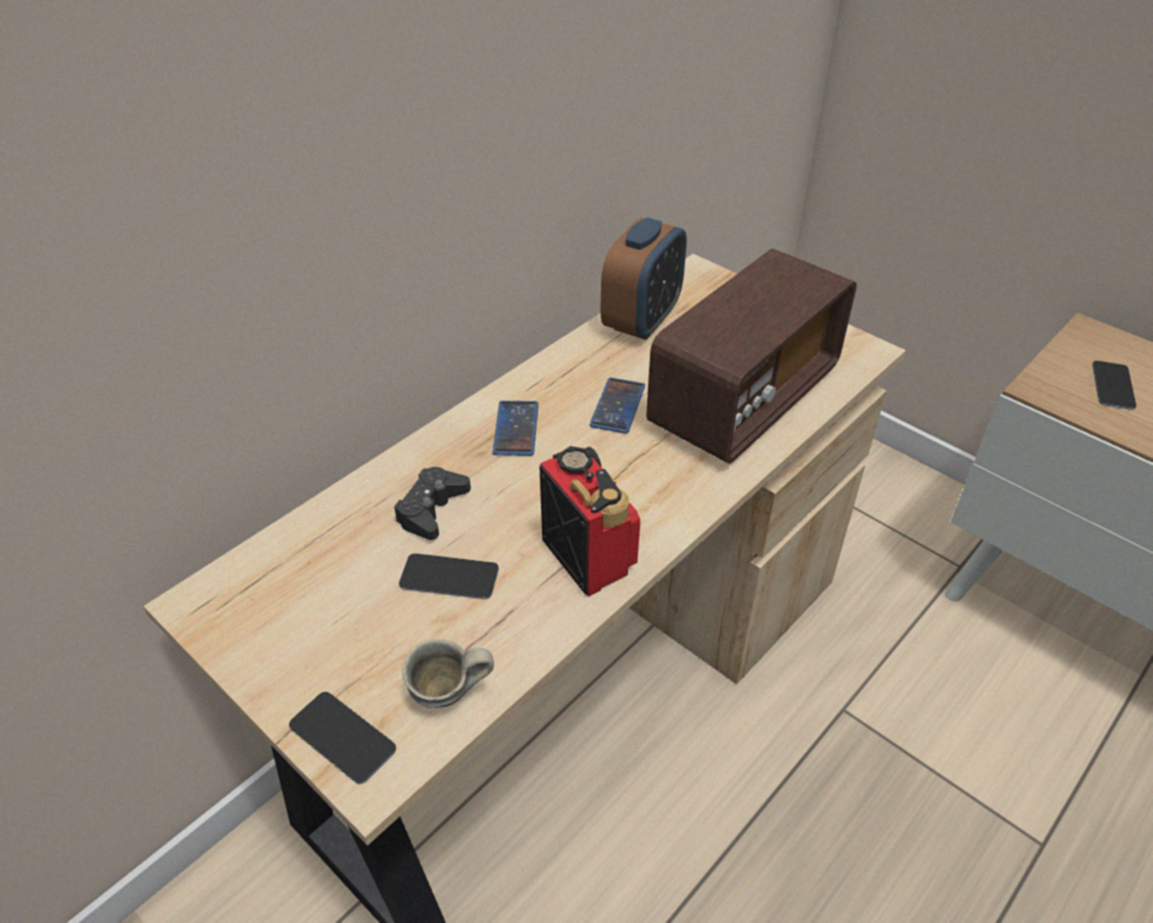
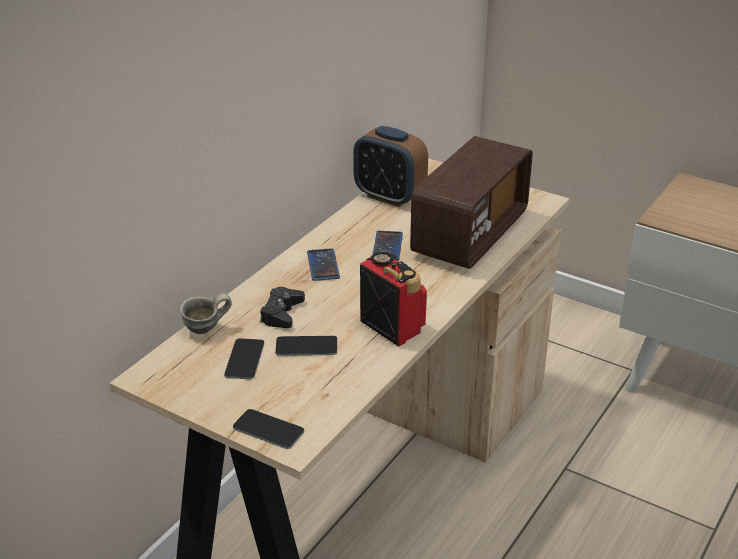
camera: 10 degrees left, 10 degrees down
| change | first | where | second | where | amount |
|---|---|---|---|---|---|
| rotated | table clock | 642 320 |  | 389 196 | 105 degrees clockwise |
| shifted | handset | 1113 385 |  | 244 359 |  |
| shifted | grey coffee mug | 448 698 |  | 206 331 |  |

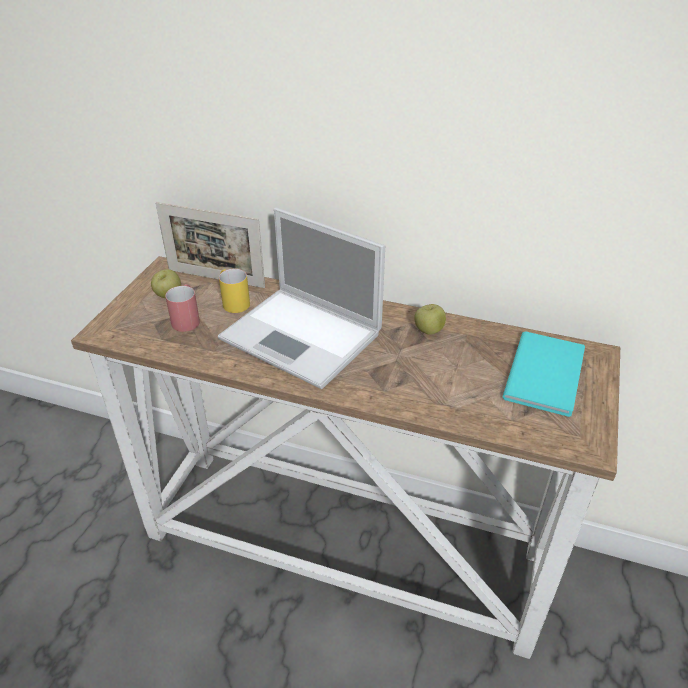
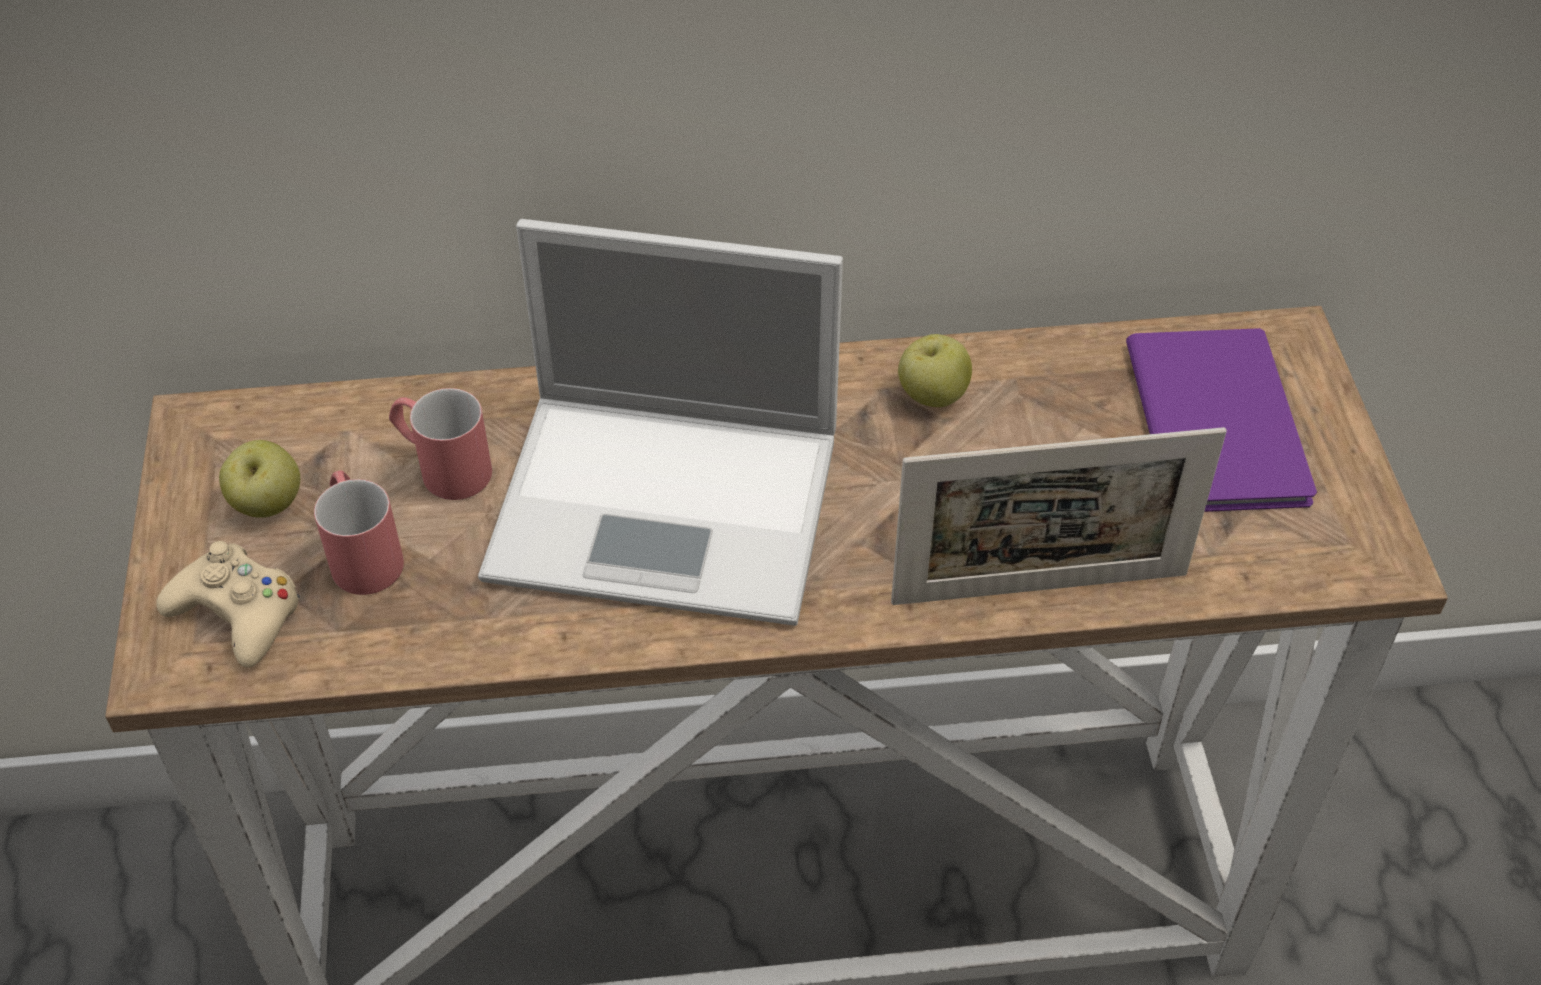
camera: 25 degrees left, 10 degrees up
| change | first | where | second | where | amount |
|---|---|---|---|---|---|
| shifted | picture frame | 216 278 |  | 1039 588 |  |
| repainted | yellow coffee mug | 233 301 | red coffee mug | 442 466 |  |
| repainted | turquoise book | 548 373 | purple-coloured book | 1221 418 |  |
| new |  |  | beige gamepad | 238 613 |  |

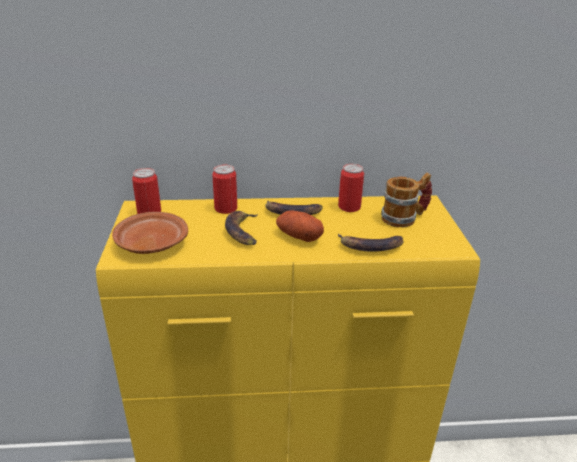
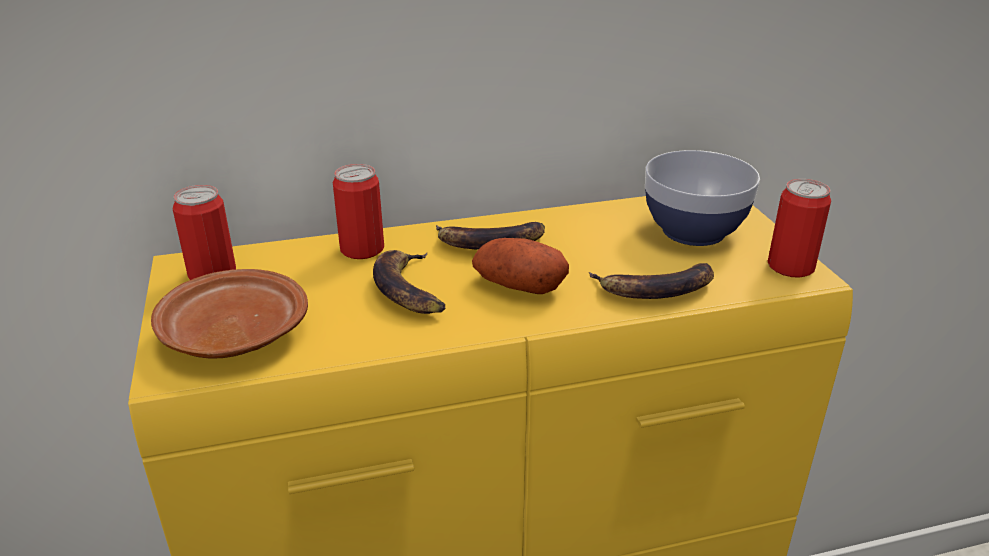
camera: 10 degrees left, 0 degrees up
| change | first | where | second | where | amount |
|---|---|---|---|---|---|
| shifted | can | 349 207 |  | 790 267 |  |
| swapped | coffee mug | 404 218 | serving bowl | 693 231 |  |

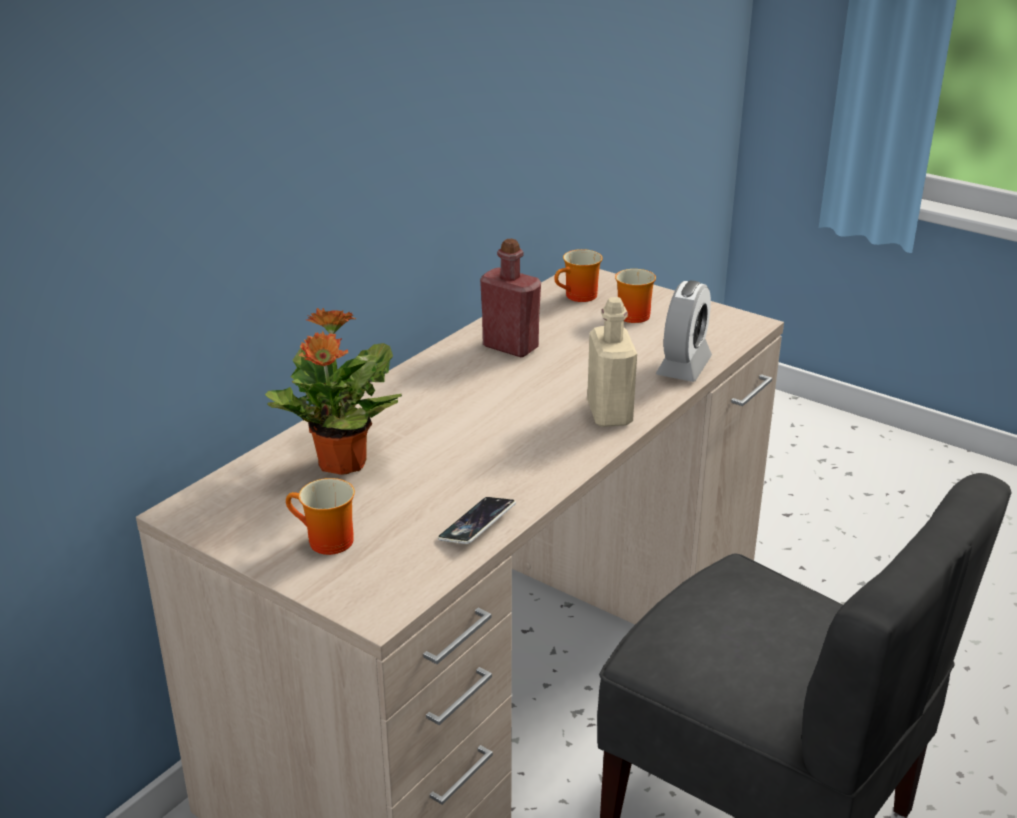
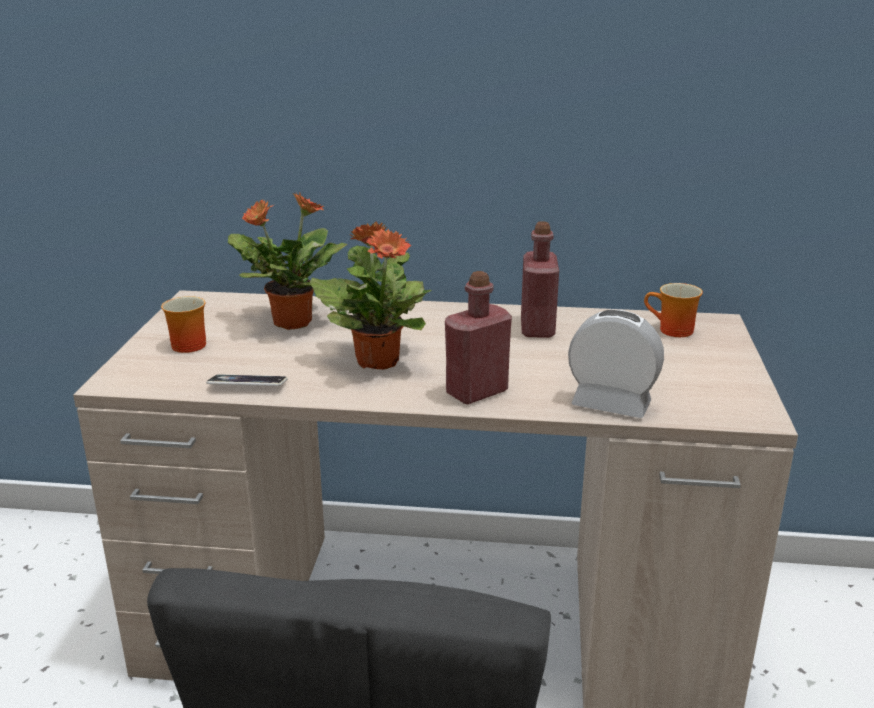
camera: 60 degrees right, 5 degrees down
| change | first | where | second | where | amount |
|---|---|---|---|---|---|
| gone | coffee mug | 629 314 |  |  |  |
| rotated | table clock | 684 366 |  | 611 404 | 150 degrees counterclockwise |
| repainted | beige bottle | 609 413 | red bottle | 476 392 |  |
| new |  |  | houseplant | 377 361 |  |

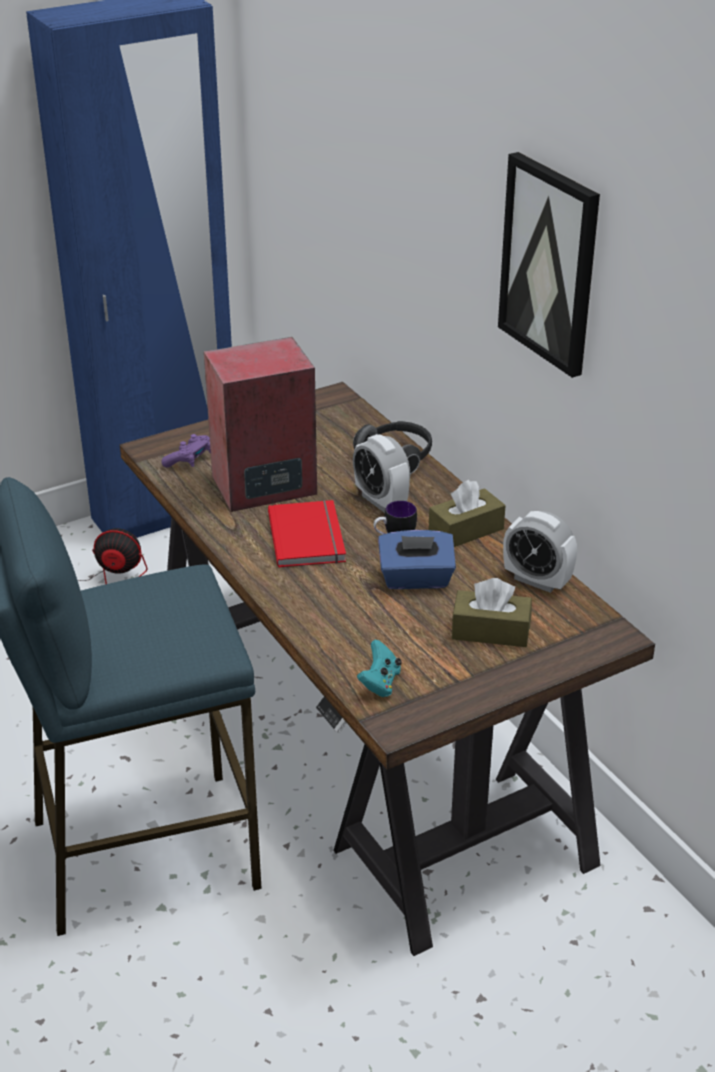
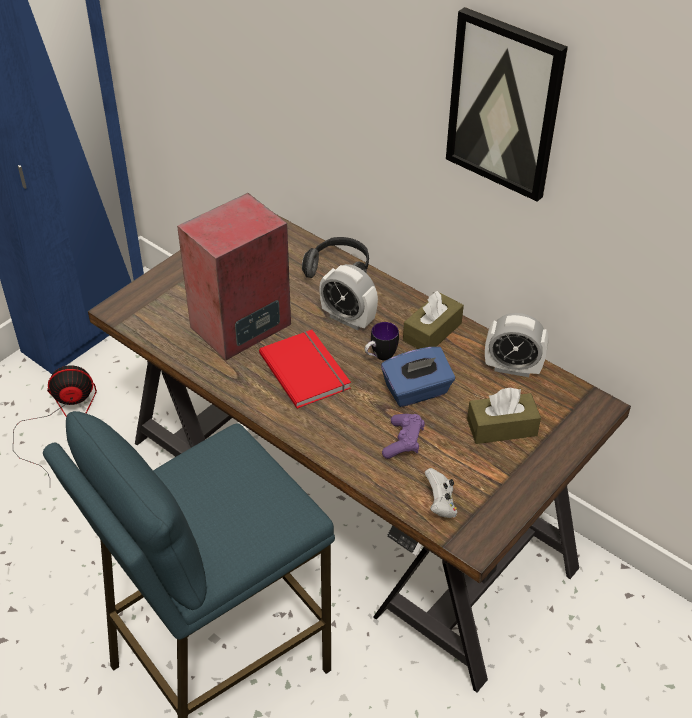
camera: 20 degrees left, 10 degrees up
| change | first | where | second | where | amount |
|---|---|---|---|---|---|
| shifted | purple-coloured gamepad | 190 460 |  | 403 442 |  |
| repainted | turquoise gamepad | 380 683 | whitish gamepad | 440 504 |  |

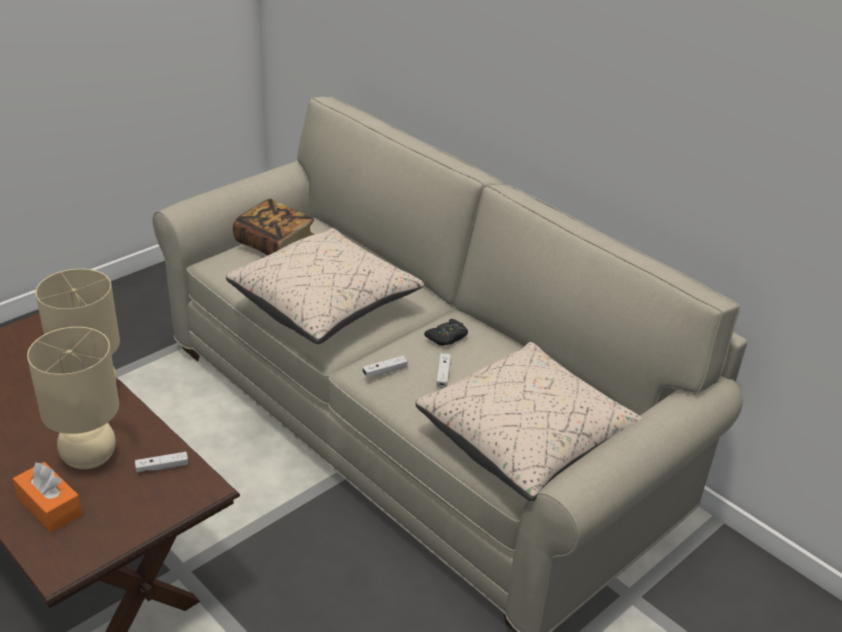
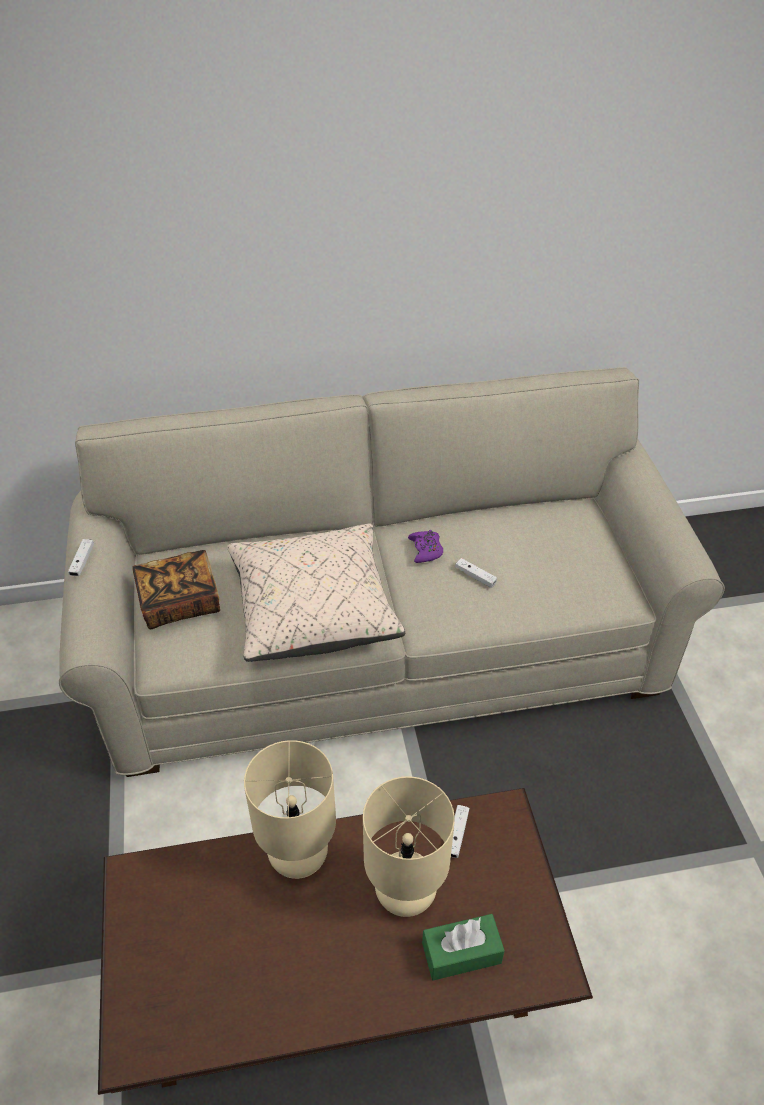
camera: 55 degrees left, 10 degrees up
| change | first | where | second | where | amount |
|---|---|---|---|---|---|
| repainted | blackish gamepad | 447 337 | purple-coloured gamepad | 425 550 |  |
| gone | beige pillow | 527 440 |  |  |  |
| shifted | whitish gamepad | 385 371 |  | 82 562 |  |
| repainted | orange-coloured tissue box | 50 506 | green-coloured tissue box | 461 953 |  |

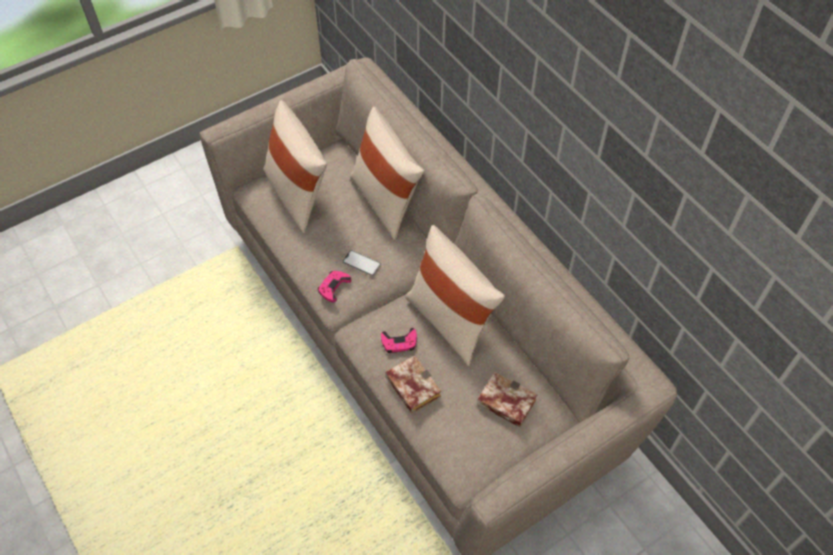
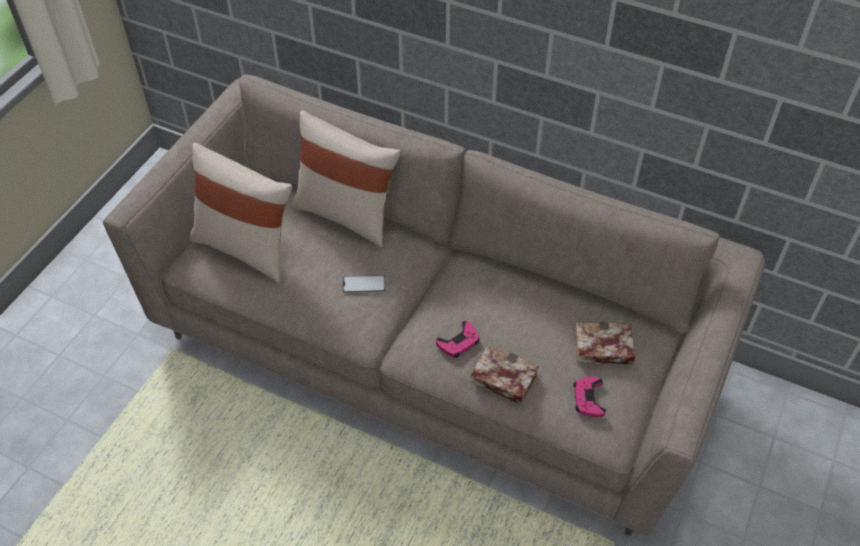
camera: 30 degrees left, 5 degrees down
| change | first | where | second | where | amount |
|---|---|---|---|---|---|
| gone | beige pillow | 450 321 |  |  |  |
| shifted | pink-coloured gamepad | 334 287 |  | 588 399 |  |

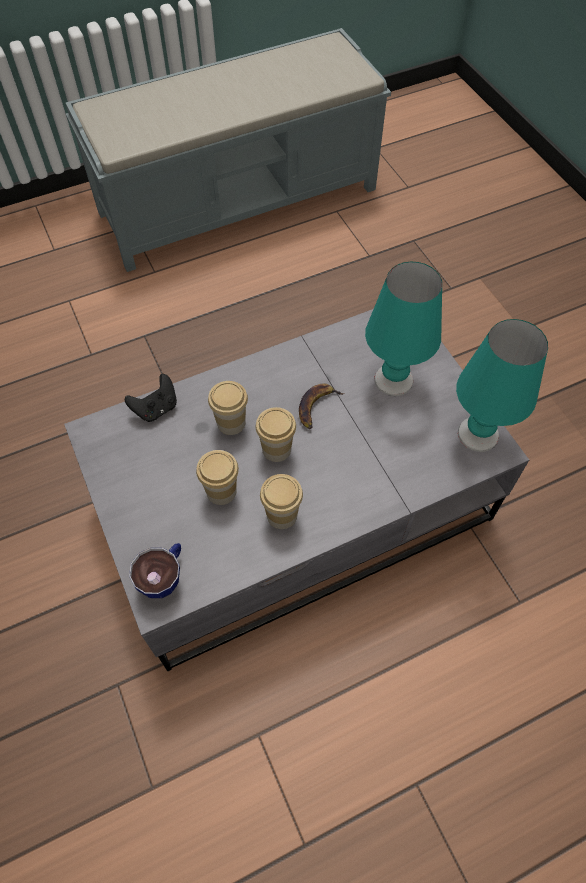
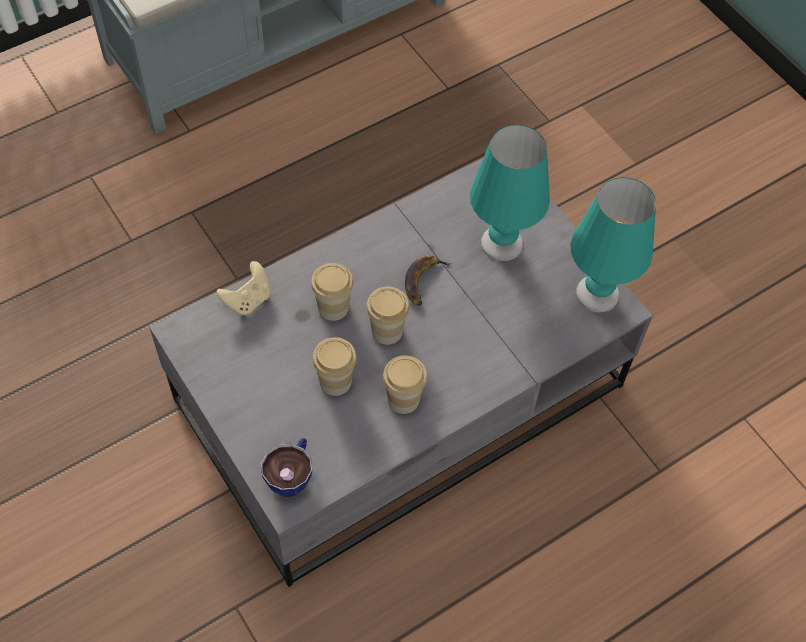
camera: 10 degrees left, 0 degrees up
| change | first | where | second | where | amount |
|---|---|---|---|---|---|
| repainted | blackish gamepad | 156 408 | beige gamepad | 248 300 |  |

